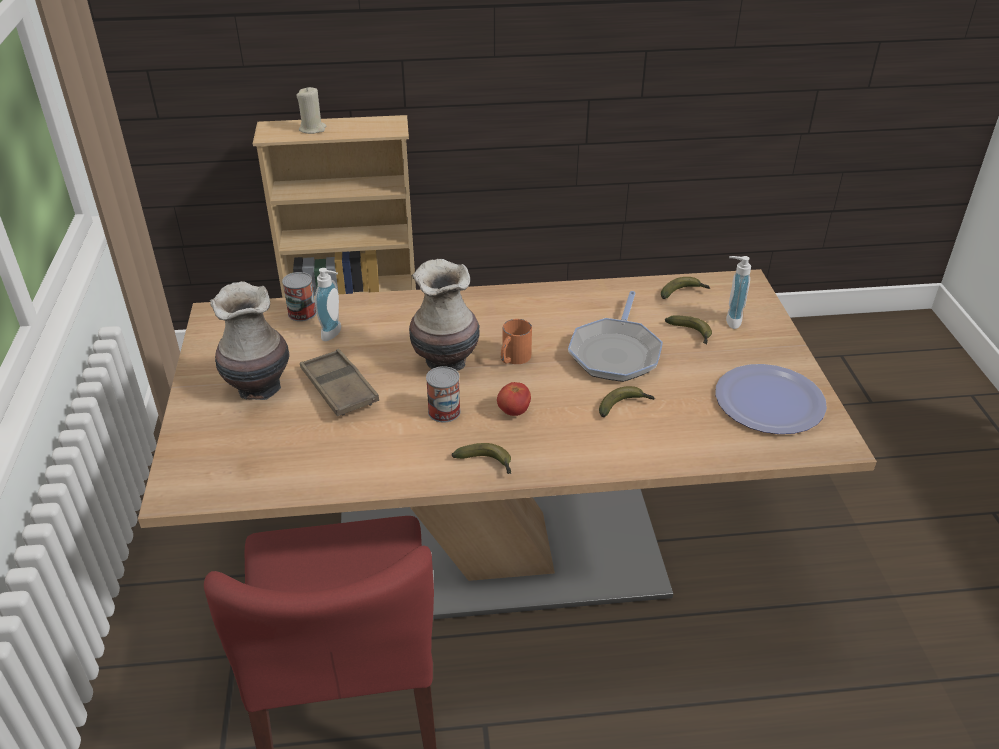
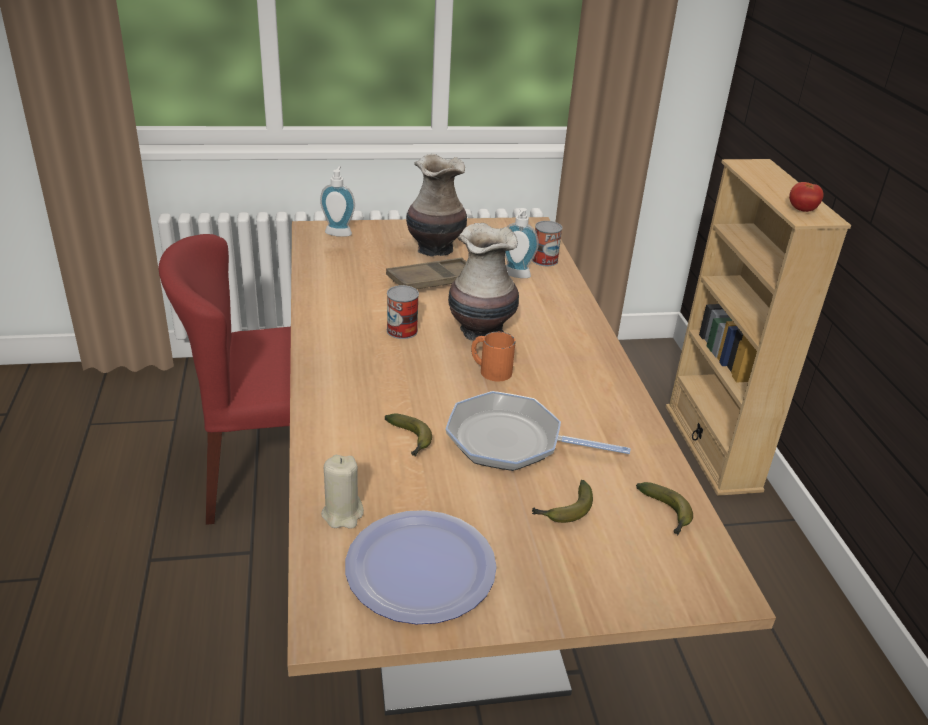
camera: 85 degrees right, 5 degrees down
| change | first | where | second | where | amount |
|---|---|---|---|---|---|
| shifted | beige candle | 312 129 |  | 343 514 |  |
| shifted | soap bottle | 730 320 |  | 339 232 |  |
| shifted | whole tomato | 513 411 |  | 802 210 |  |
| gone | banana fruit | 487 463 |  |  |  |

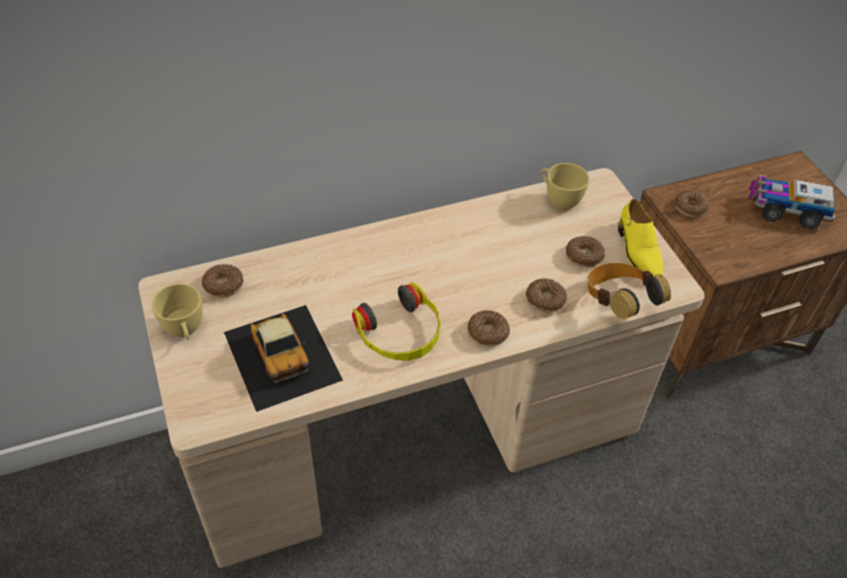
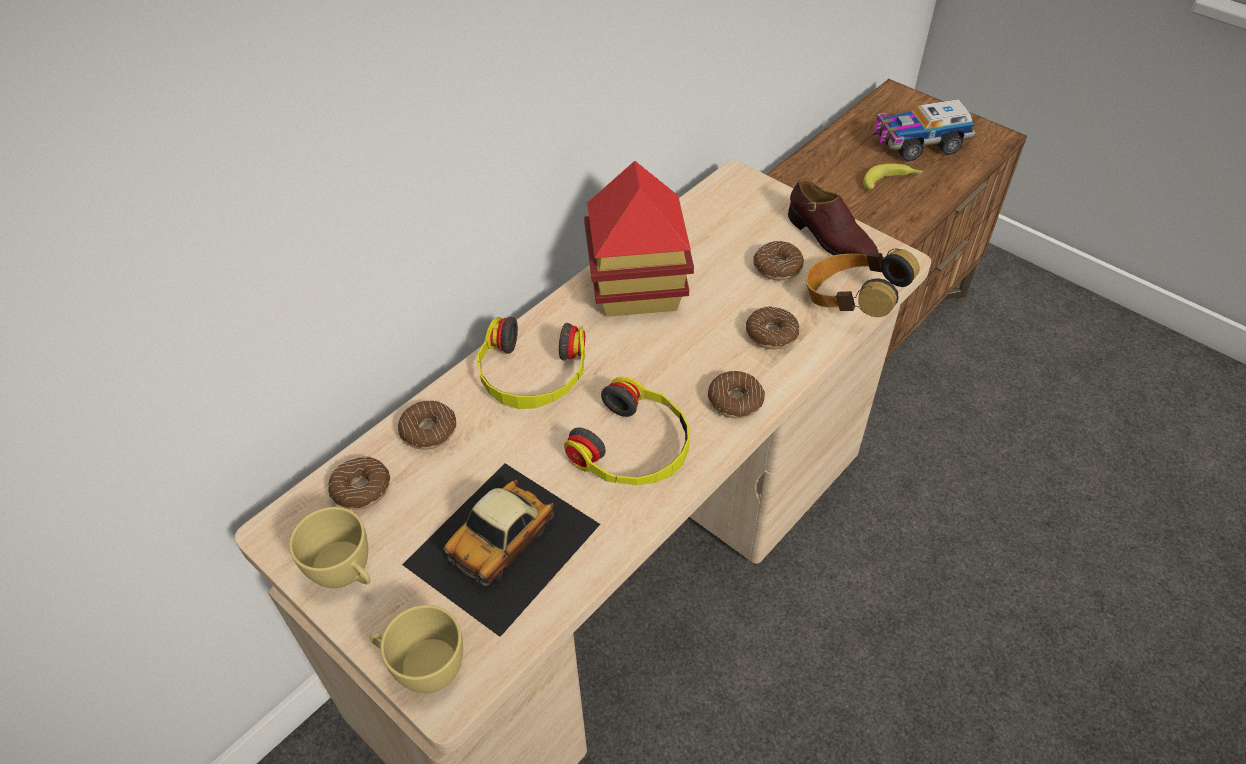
camera: 25 degrees left, 0 degrees up
| change | first | where | second | where | amount |
|---|---|---|---|---|---|
| shifted | yellow cup | 559 199 |  | 422 667 |  |
| shifted | ring doughnut | 690 208 |  | 429 431 |  |
| repainted | yellow shoe | 638 252 | brownish shoe | 830 239 |  |
| rotated | toy car | 282 355 |  | 504 544 | 90 degrees clockwise |
| new |  |  | miniature house | 637 291 |  |
| new |  |  | banana fruit | 891 181 |  |
| new |  |  | headset | 532 374 |  |

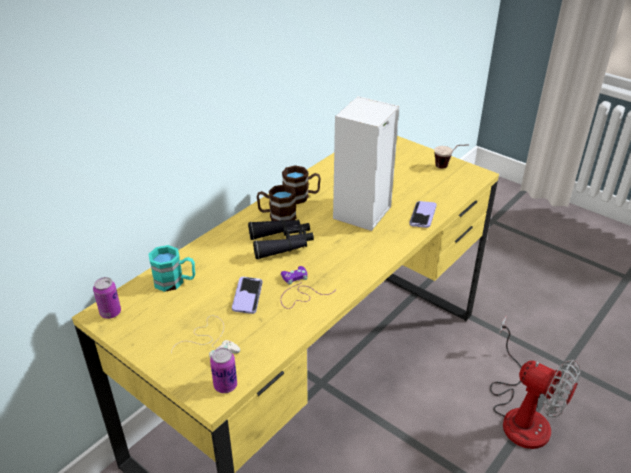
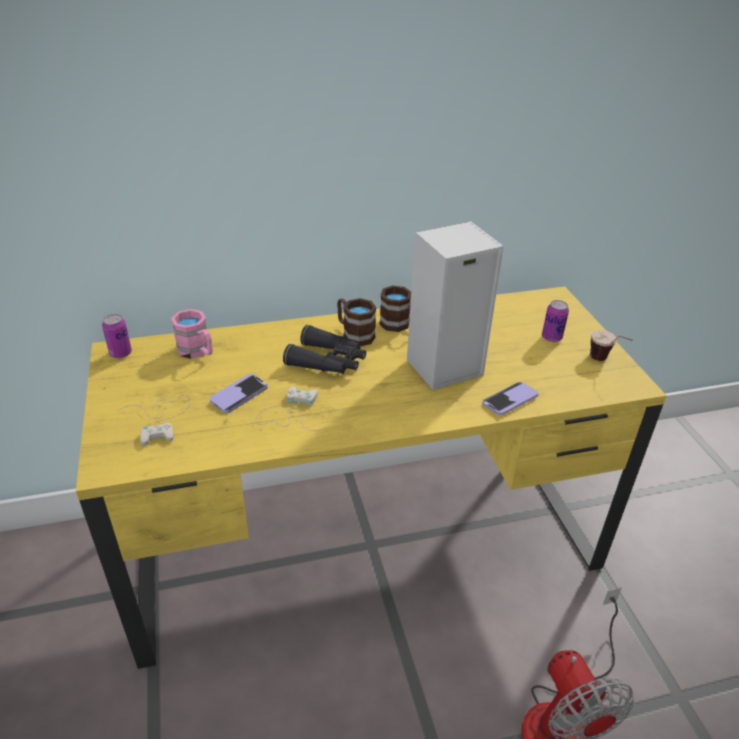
camera: 35 degrees right, 0 degrees up
| change | first | where | second | where | amount |
|---|---|---|---|---|---|
| repainted | turquoise coffee mug | 175 281 | pink-coloured coffee mug | 198 352 |  |
| repainted | purple-coloured gamepad | 299 290 | whitish gamepad | 290 413 |  |
| shifted | can | 225 385 |  | 551 337 |  |

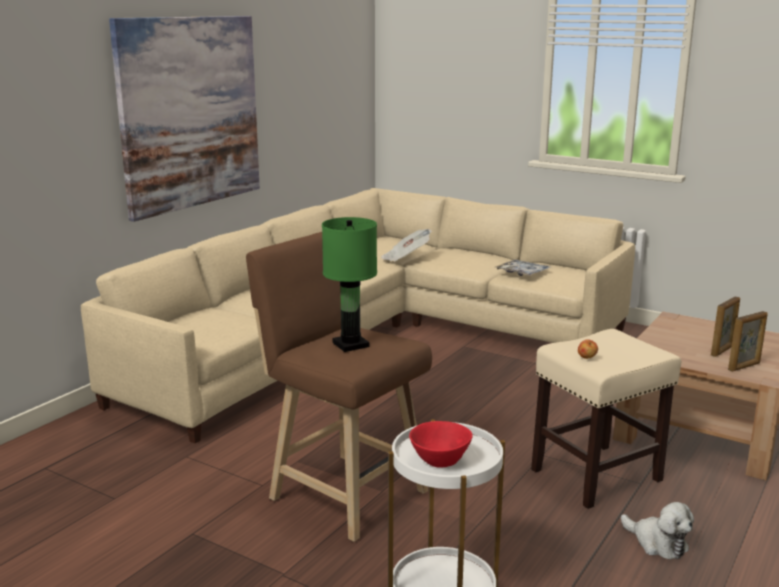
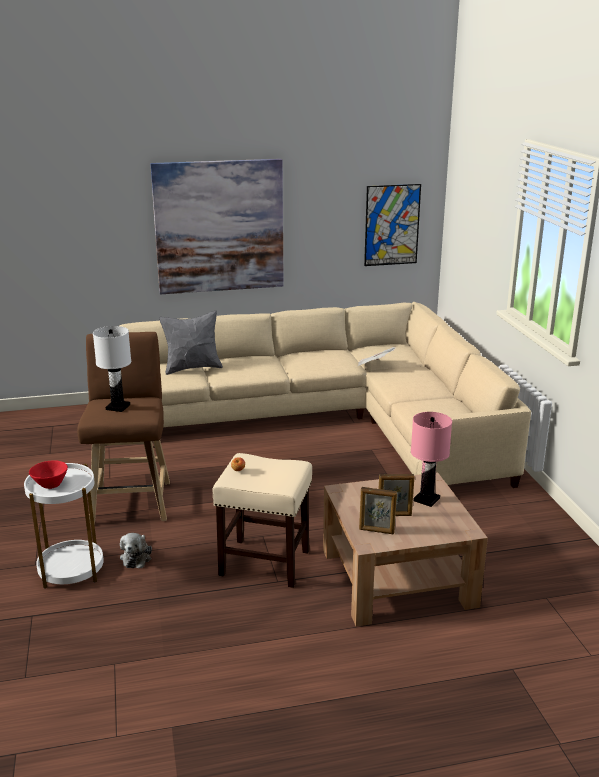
camera: 45 degrees right, 5 degrees up
| change | first | where | second | where | amount |
|---|---|---|---|---|---|
| repainted | green-coloured table lamp | 351 344 | whitish table lamp | 118 407 |  |
| gone | tray | 522 273 |  |  |  |
| shifted | cuddly toy | 657 543 |  | 136 557 |  |
| new |  |  | picture | 392 225 |  |
| new |  |  | grey pillow | 192 368 |  |
| new |  |  | pink-coloured table lamp | 426 500 |  |

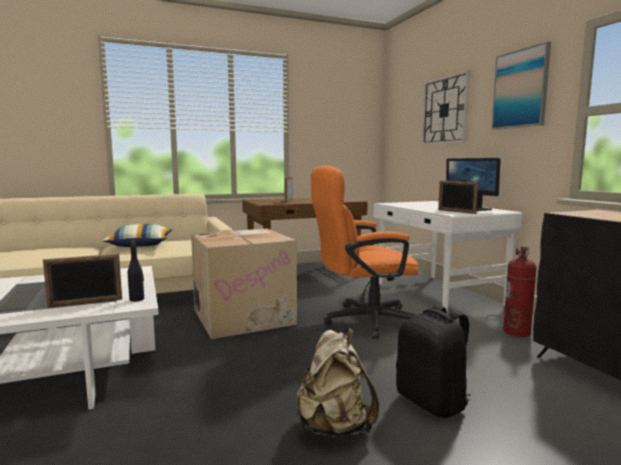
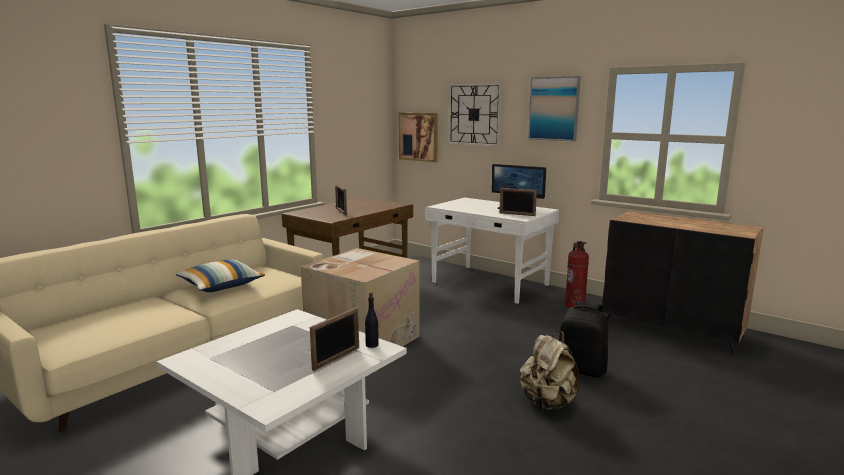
camera: 30 degrees left, 5 degrees up
| change | first | where | second | where | amount |
|---|---|---|---|---|---|
| gone | orange-coloured desk chair | 362 321 |  |  |  |
| new |  |  | picture | 418 136 |  |

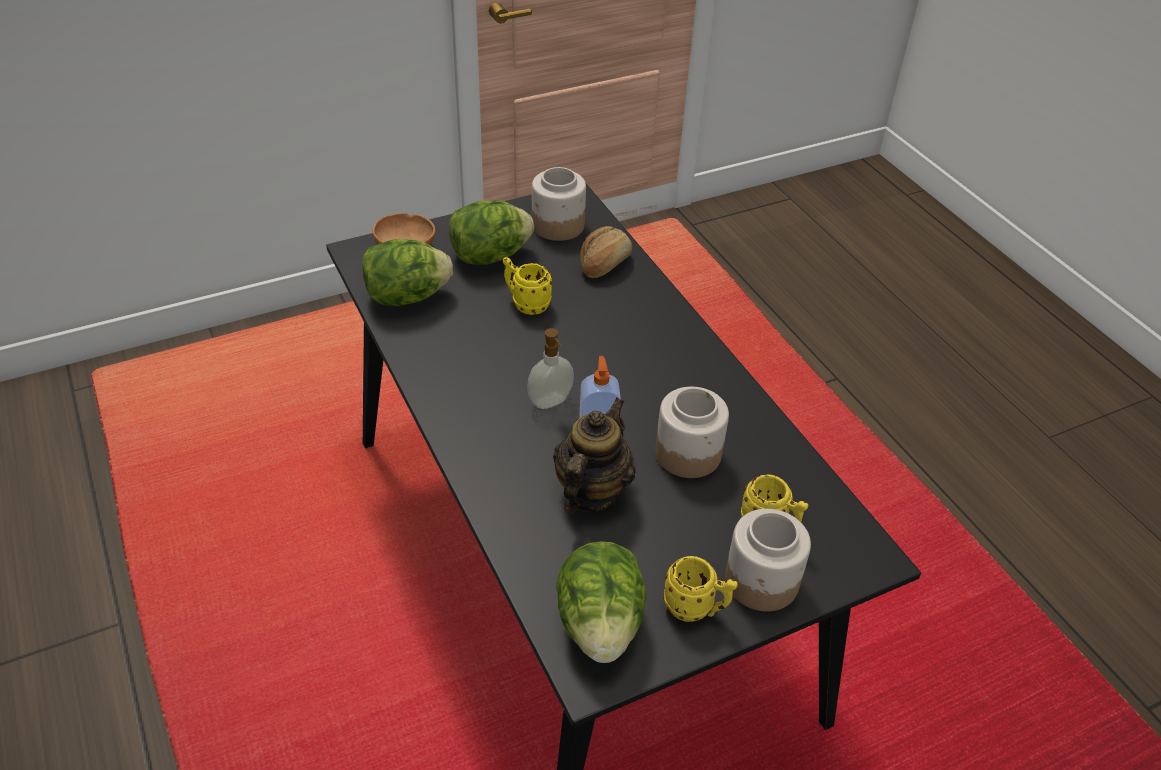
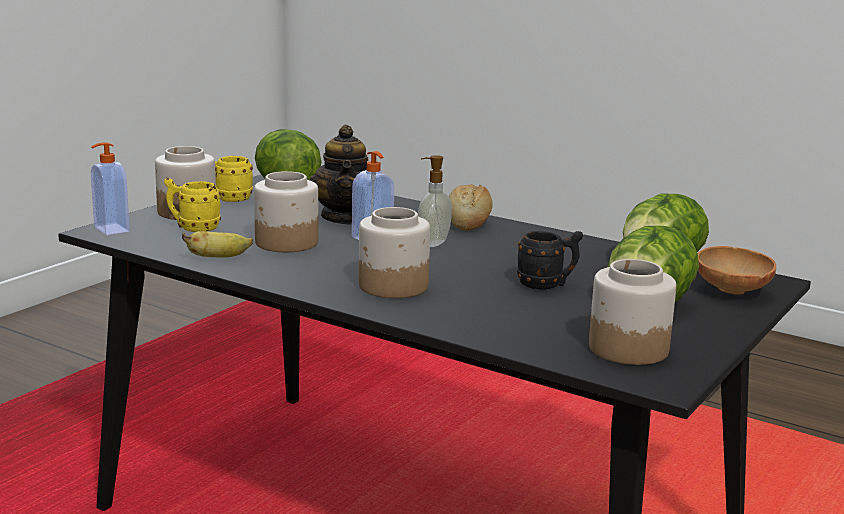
camera: 150 degrees right, 25 degrees down
| change | first | where | second | where | amount |
|---|---|---|---|---|---|
| shifted | bread | 604 264 |  | 468 222 |  |
| repainted | yellow coffee mug | 526 304 | blackish coffee mug | 547 285 |  |
| new |  |  | soap bottle | 110 229 |  |
| new |  |  | preserve jar | 393 286 |  |
| new |  |  | banana fruit | 219 258 |  |

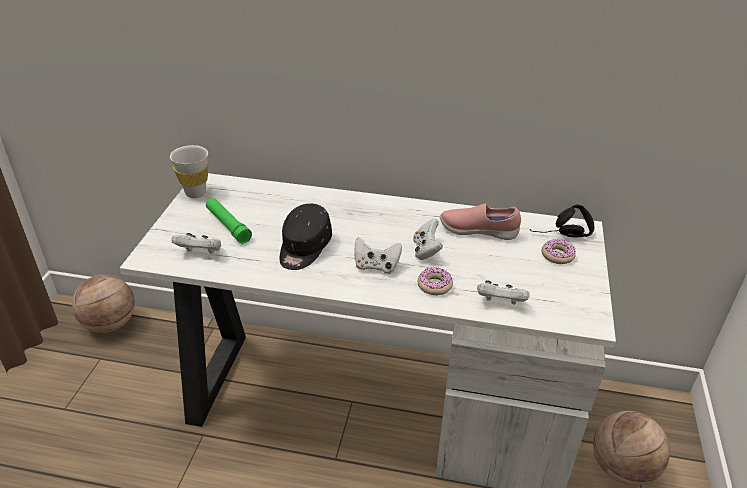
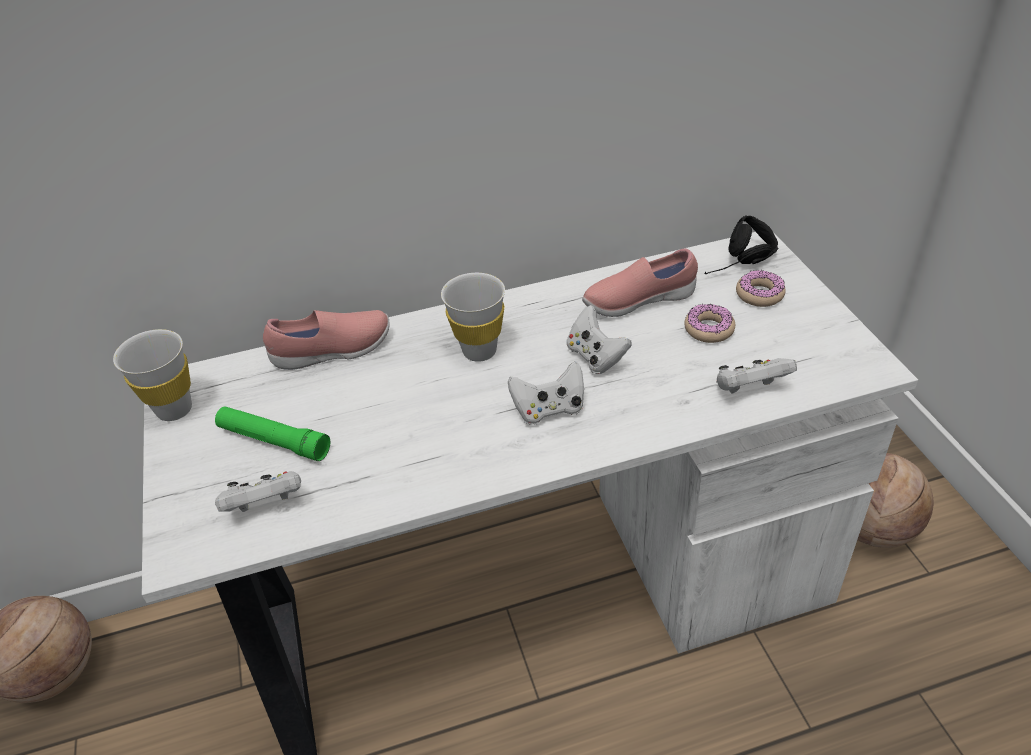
camera: 25 degrees left, 5 degrees up
| change | first | where | second | where | amount |
|---|---|---|---|---|---|
| gone | blackish peaked cap | 304 248 |  |  |  |
| shifted | ring doughnut | 434 285 |  | 709 329 |  |
| new |  |  | whitish cup | 479 351 |  |
| new |  |  | pink-coloured shoe | 333 352 |  |

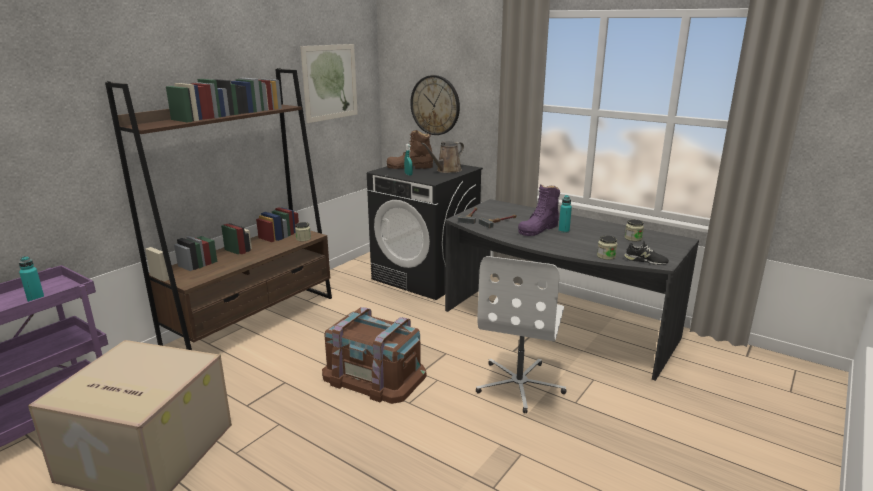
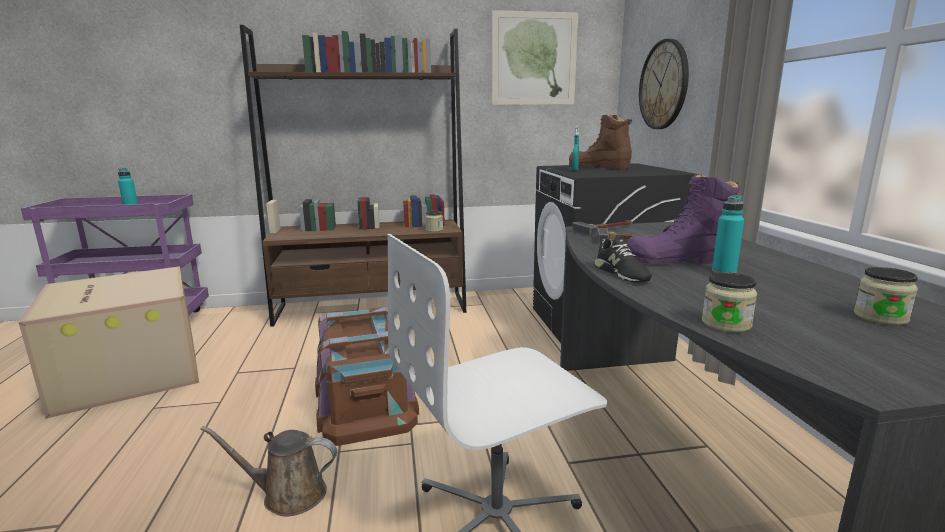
camera: 45 degrees right, 5 degrees down
| change | first | where | second | where | amount |
|---|---|---|---|---|---|
| shifted | brownish watering pot | 447 170 |  | 288 494 |  |
| shifted | blackish shoe | 645 261 |  | 621 274 |  |

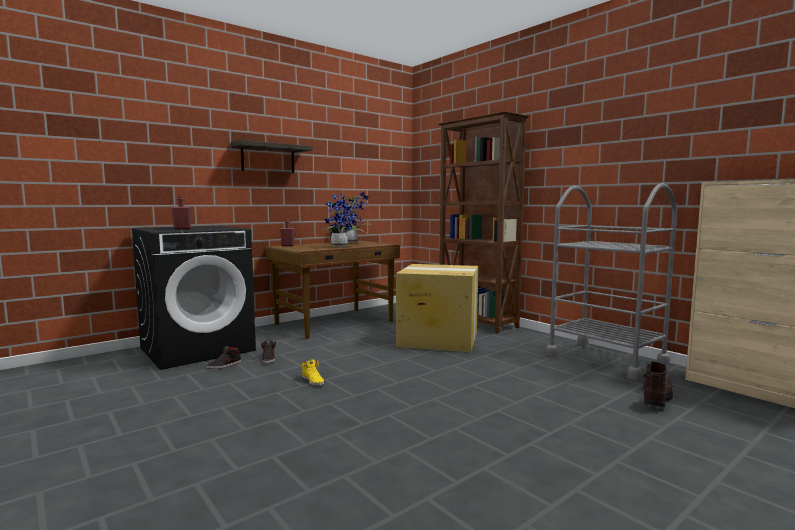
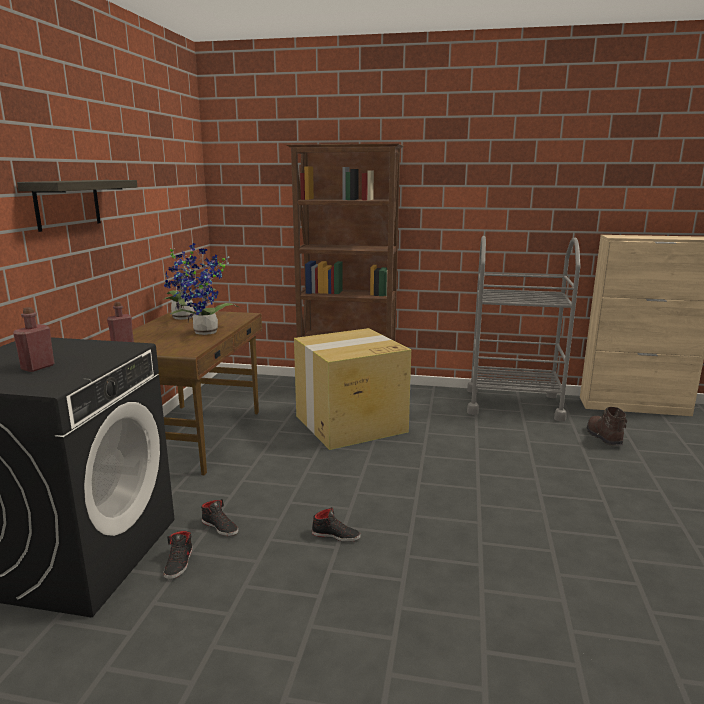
camera: 40 degrees left, 10 degrees up
| change | first | where | second | where | amount |
|---|---|---|---|---|---|
| repainted | yellow shoe | 313 381 | blackish shoe | 336 535 |  |

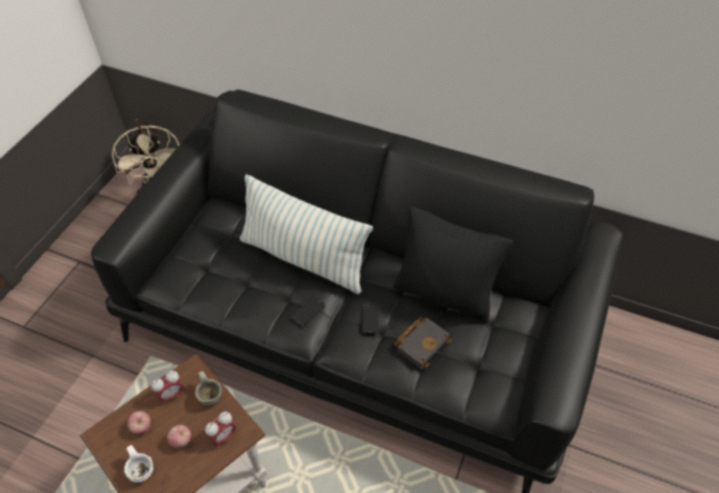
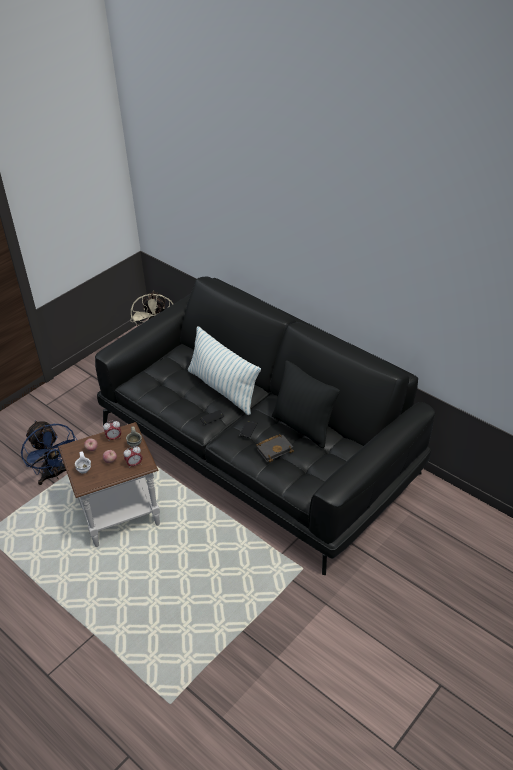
camera: 20 degrees right, 10 degrees down
| change | first | where | second | where | amount |
|---|---|---|---|---|---|
| new |  |  | bluish electric fan | 55 474 |  |

